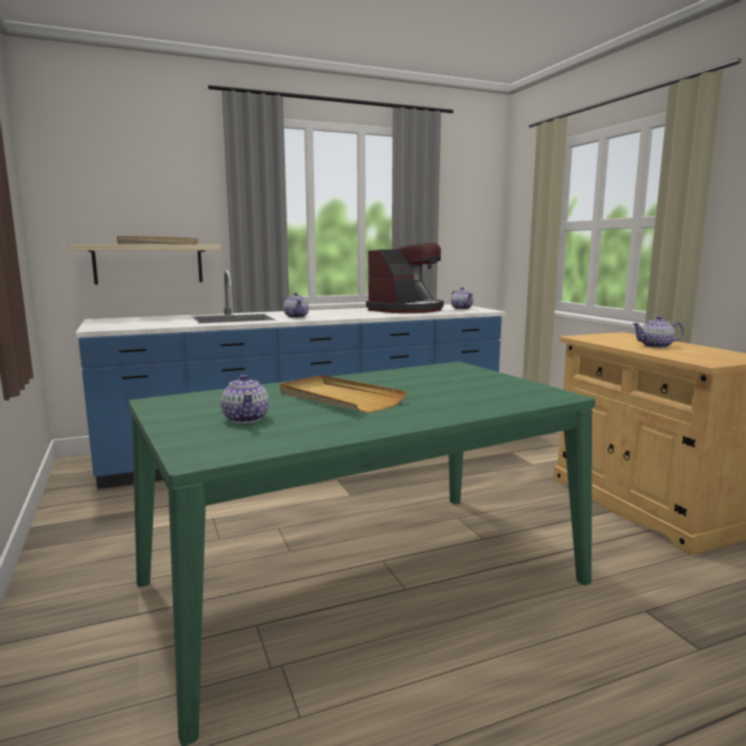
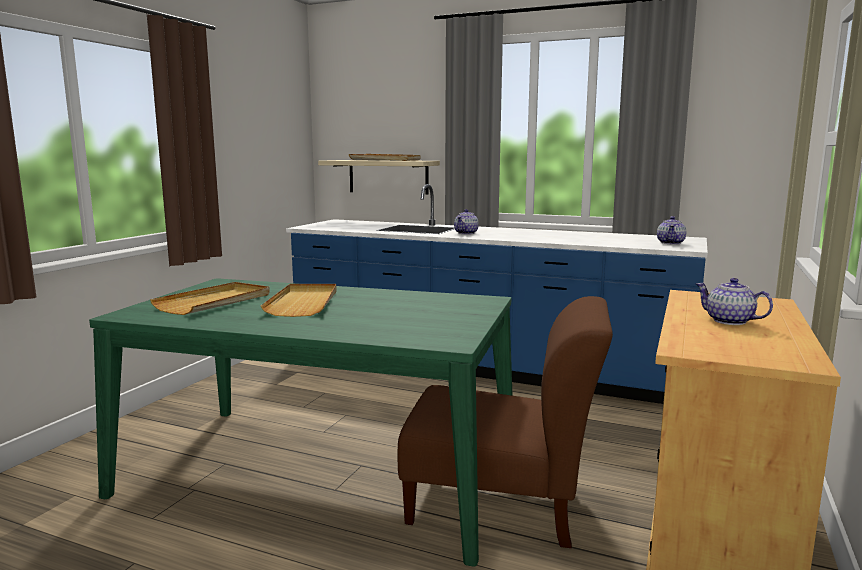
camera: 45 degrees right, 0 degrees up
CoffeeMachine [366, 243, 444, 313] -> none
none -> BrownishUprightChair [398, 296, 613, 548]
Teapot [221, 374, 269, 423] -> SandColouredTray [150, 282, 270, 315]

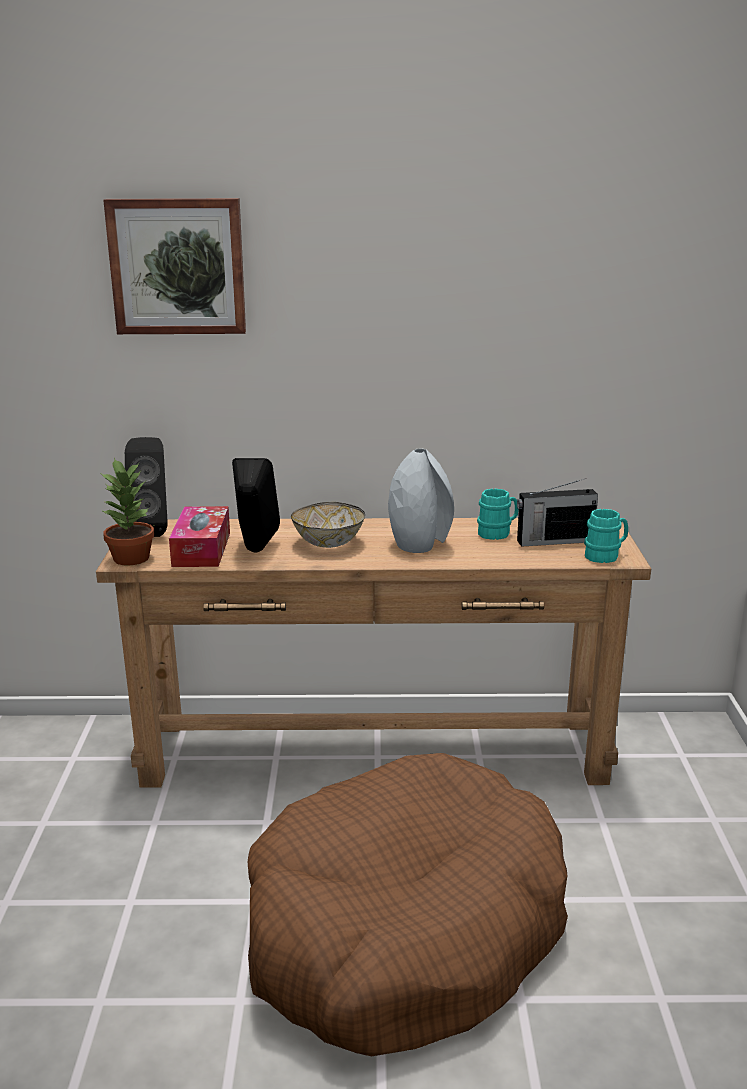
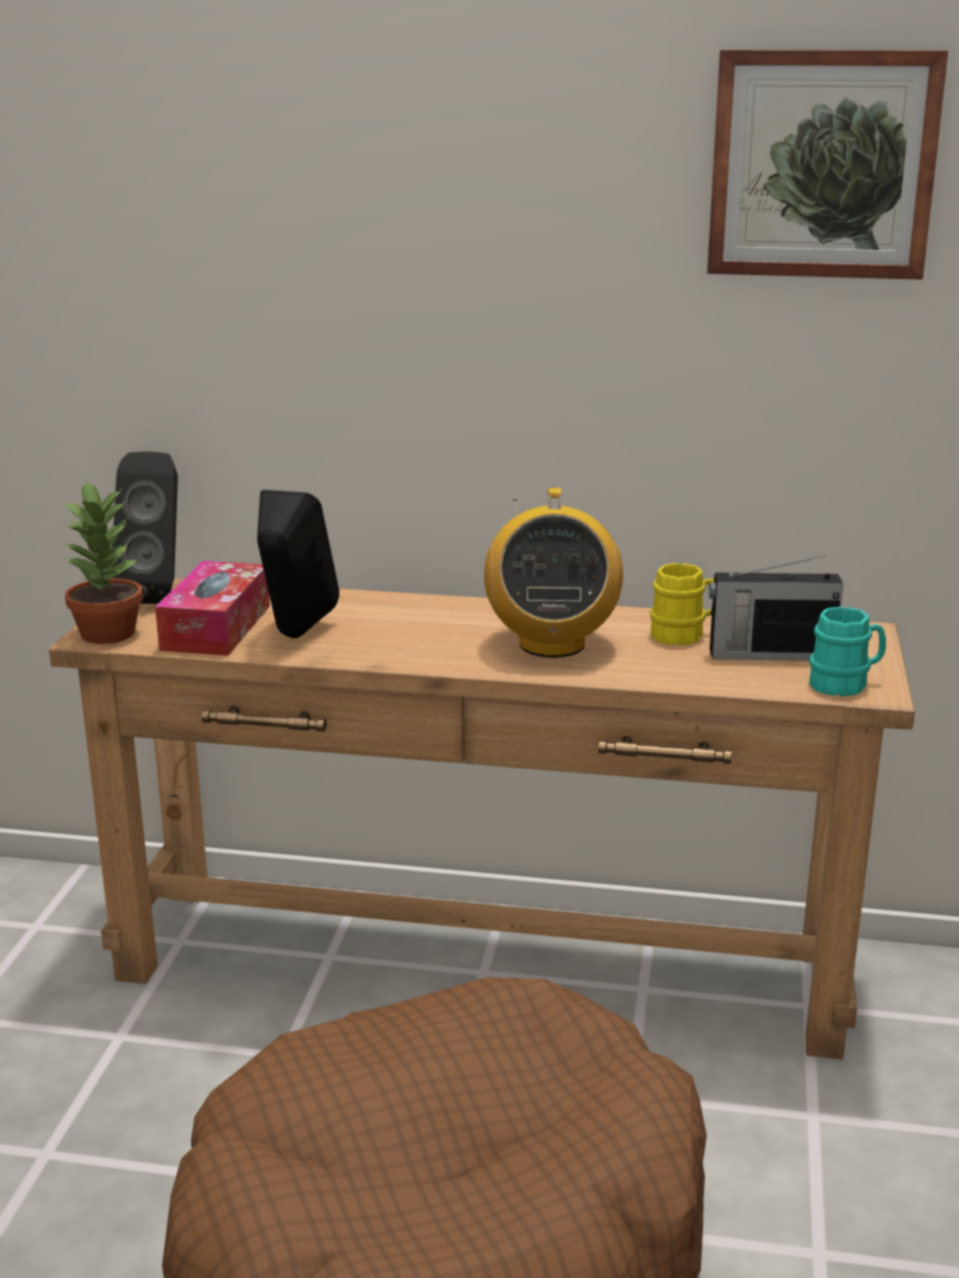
camera: 10 degrees right, 0 degrees up
Bowl [291, 502, 365, 548] -> none
Picture [103, 198, 246, 334] -> Picture [707, 50, 948, 280], move
GreyVase [388, 449, 454, 553] -> RadioSet [484, 488, 623, 658]
TurquoiseMug [477, 489, 519, 540] -> YellowColouredMug [650, 563, 714, 646]

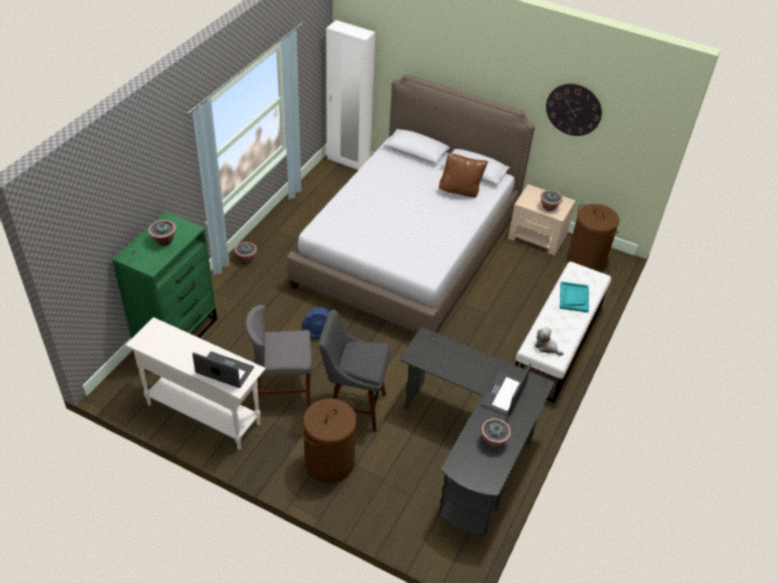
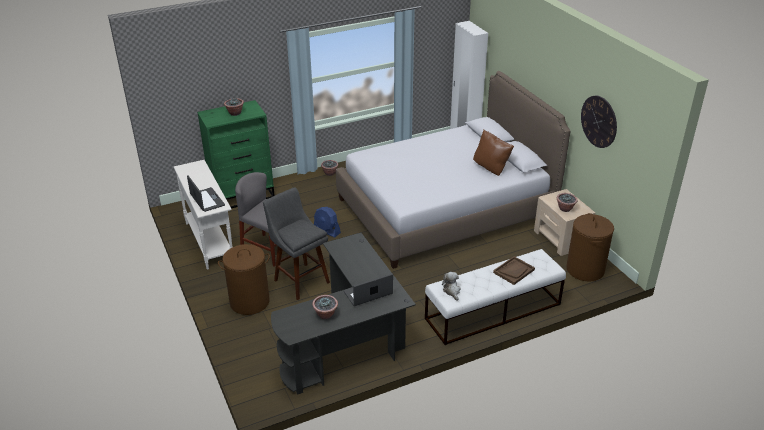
camera: 40 degrees right, 10 degrees down
TurquoiseTray [560, 281, 589, 313] -> BrownishTray [493, 256, 535, 285]

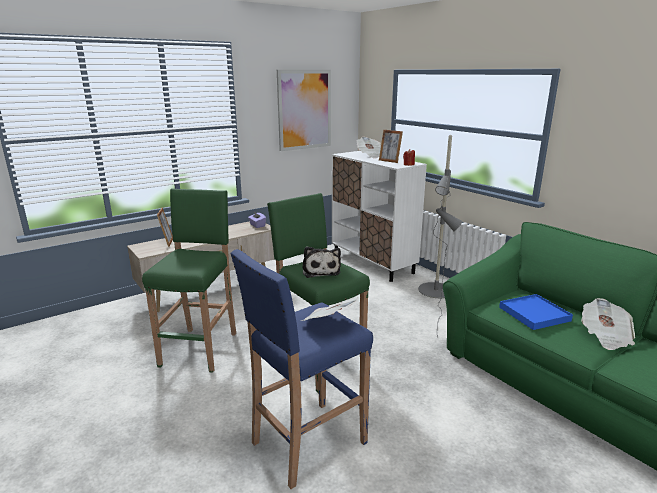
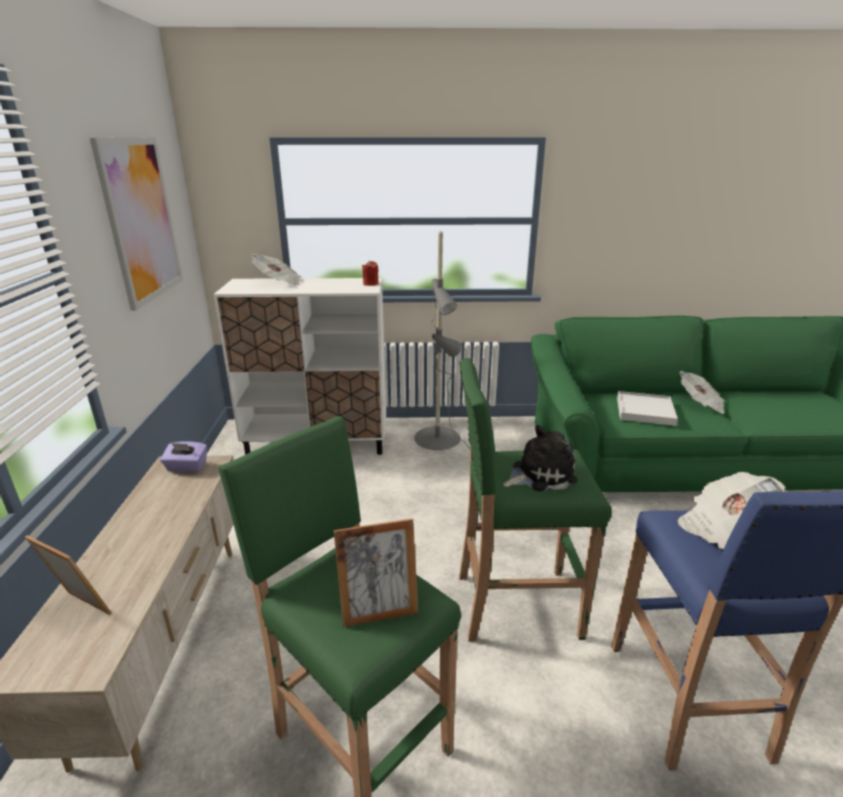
camera: 55 degrees left, 5 degrees up
PhotoFrame [379, 130, 403, 163] -> PhotoFrame [334, 518, 418, 627], move
BlueTray [499, 294, 573, 330] -> WhiteColouredTray [617, 391, 678, 426]
PlushToy [302, 246, 341, 278] -> PlushToy [503, 425, 577, 491], 45 degrees counterclockwise

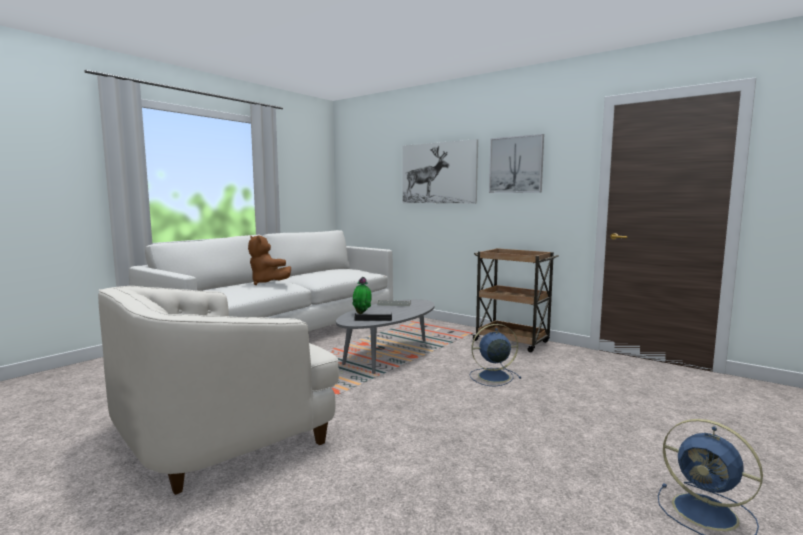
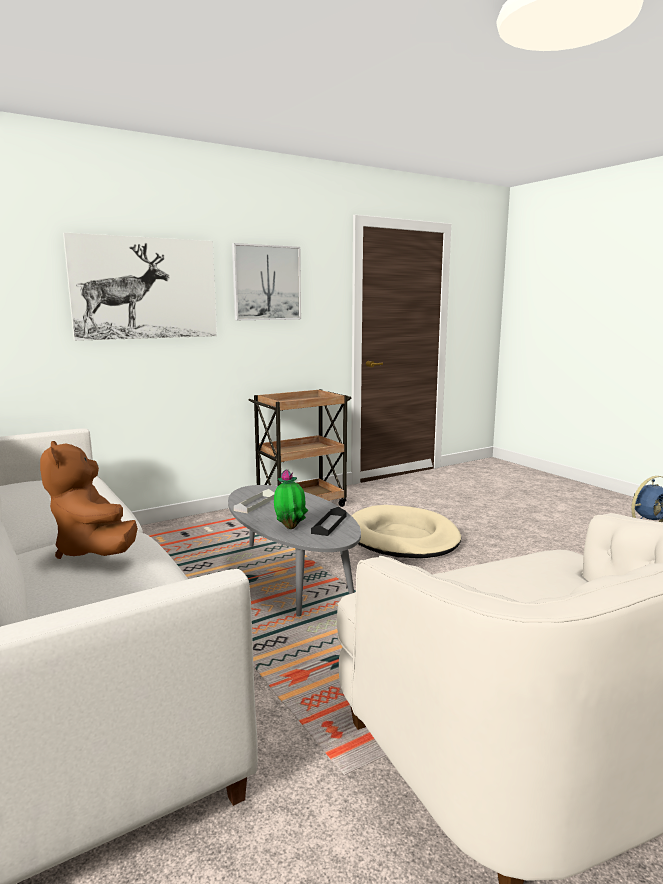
camera: 70 degrees left, 5 degrees up
BlueCoolingFan [470, 324, 521, 387] -> SandColouredDogCushion [352, 505, 461, 558]
BrownishPlushToy [248, 235, 291, 285] -> BrownishPlushToy [40, 441, 138, 559], 90 degrees clockwise

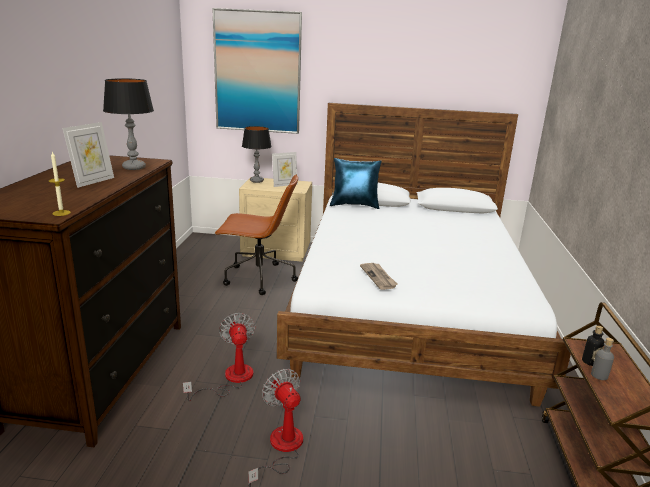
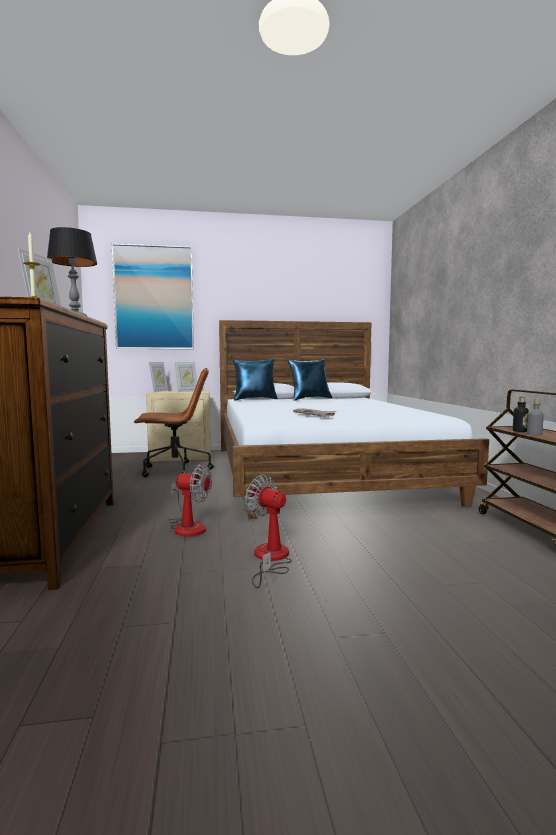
camera: 15 degrees left, 15 degrees down
none -> BluePillow [288, 359, 332, 401]
LampForATable [242, 126, 272, 183] -> PhotoFrame [149, 362, 168, 392]
CoolingFan [183, 313, 255, 401] -> CoolingFan [168, 464, 212, 537], 135 degrees clockwise

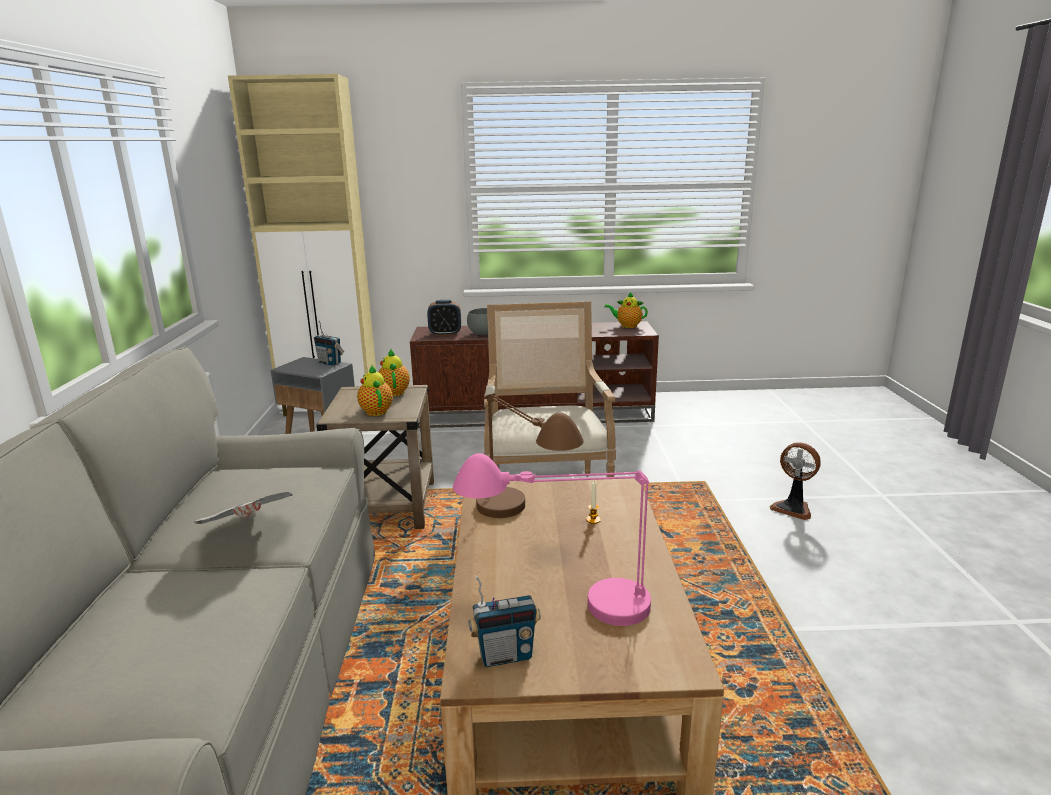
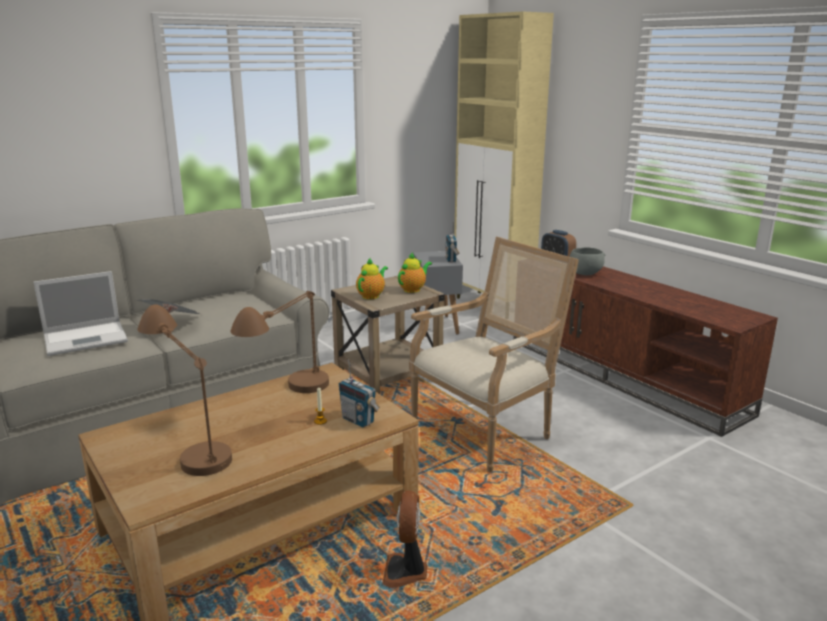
camera: 55 degrees right, 0 degrees up
Teapot [604, 292, 648, 328] -> none
none -> Laptop [34, 271, 128, 356]
RadioSet [469, 576, 541, 667] -> RadioSet [339, 359, 380, 428], move
CoolingFan [770, 442, 821, 520] -> CoolingFan [383, 490, 427, 588], move
PinkColouredLampForATable [453, 453, 651, 626] -> BrownishLampForATable [137, 304, 232, 476]

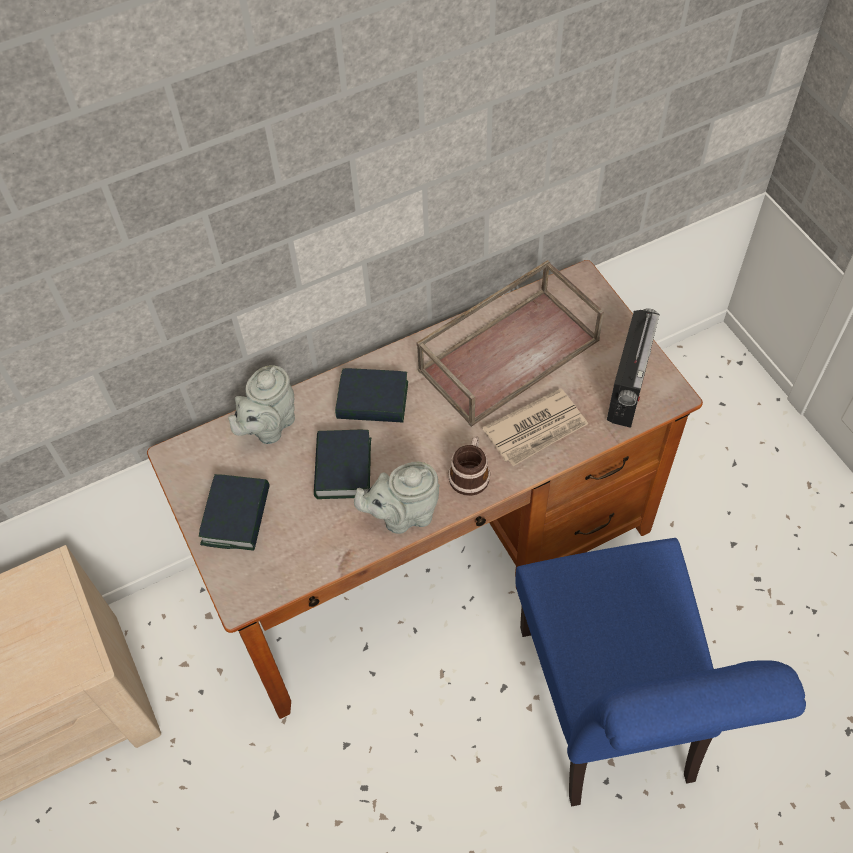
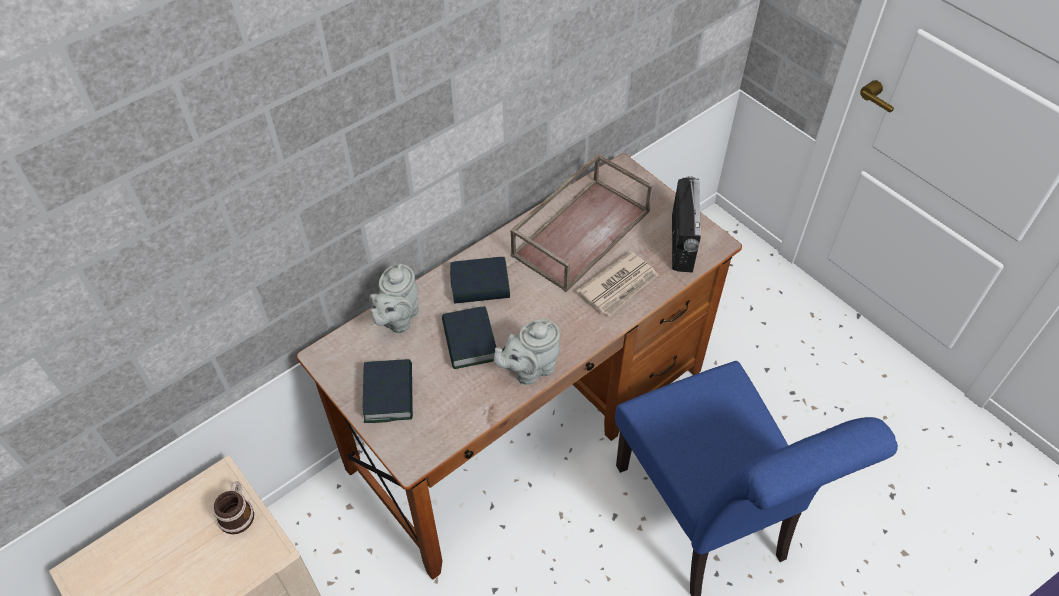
camera: 15 degrees left, 5 degrees down
Mug [448, 436, 490, 496] -> Mug [213, 481, 254, 535], move

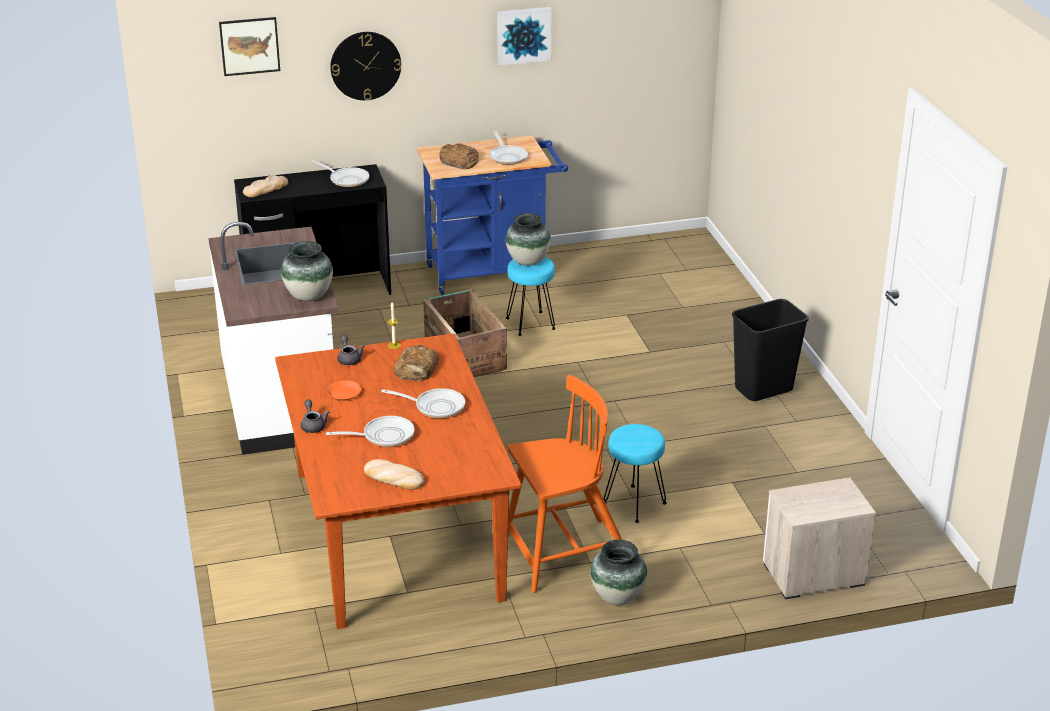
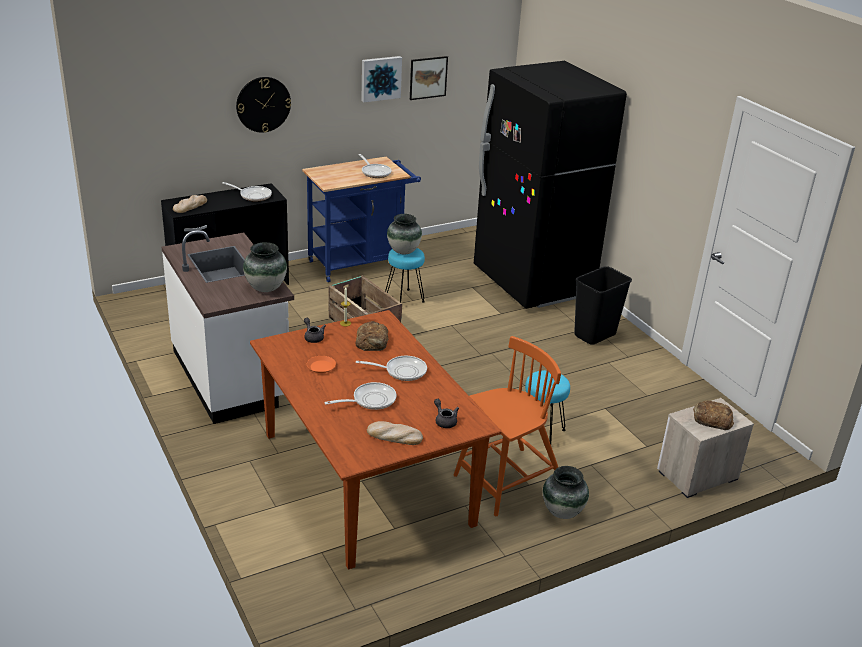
camera: 15 degrees left, 0 degrees up
none -> BlackKitchenFridge [474, 61, 627, 309]
Picture [219, 17, 280, 76] -> Picture [410, 56, 448, 100], move
GreyTeapot [301, 399, 330, 433] -> GreyTeapot [434, 399, 459, 428], move
Bread [439, 143, 479, 169] -> Bread [693, 400, 734, 430], move

